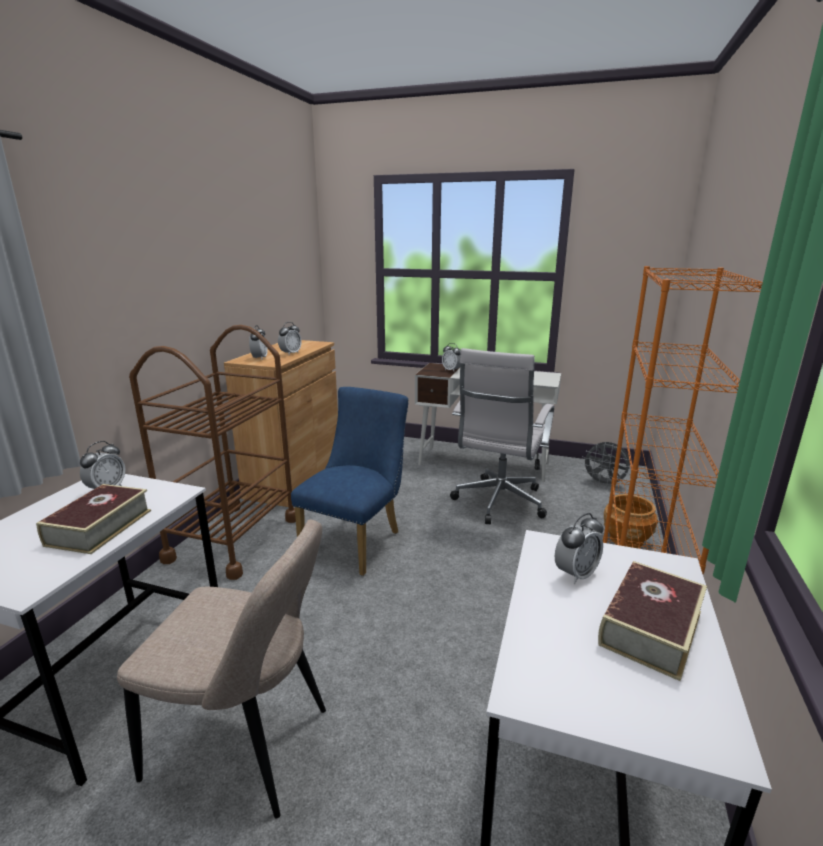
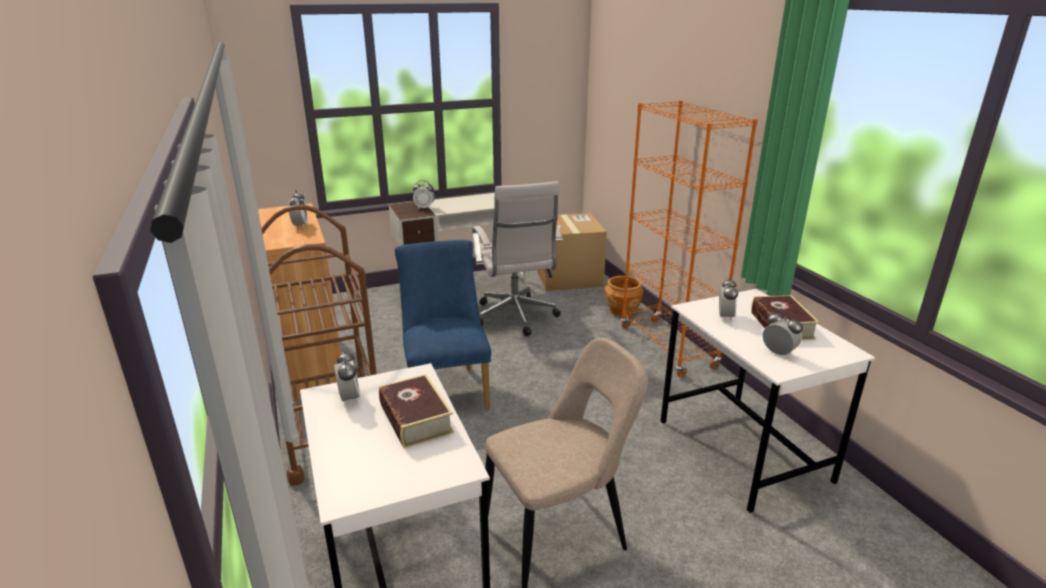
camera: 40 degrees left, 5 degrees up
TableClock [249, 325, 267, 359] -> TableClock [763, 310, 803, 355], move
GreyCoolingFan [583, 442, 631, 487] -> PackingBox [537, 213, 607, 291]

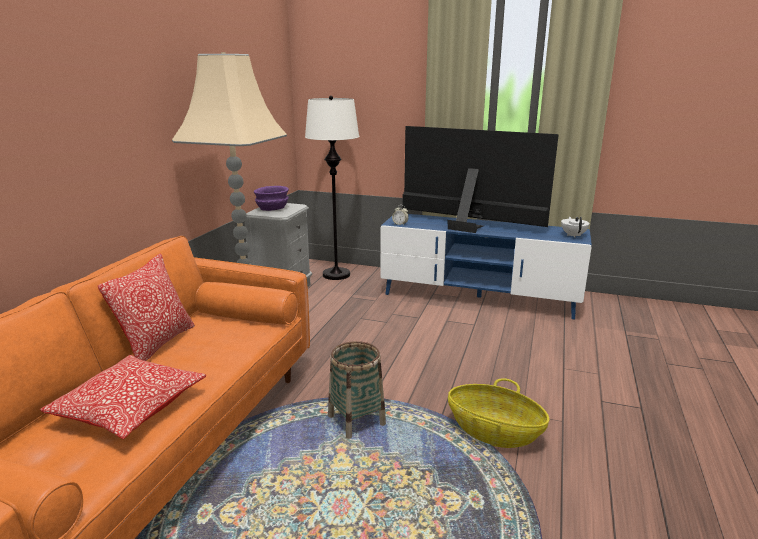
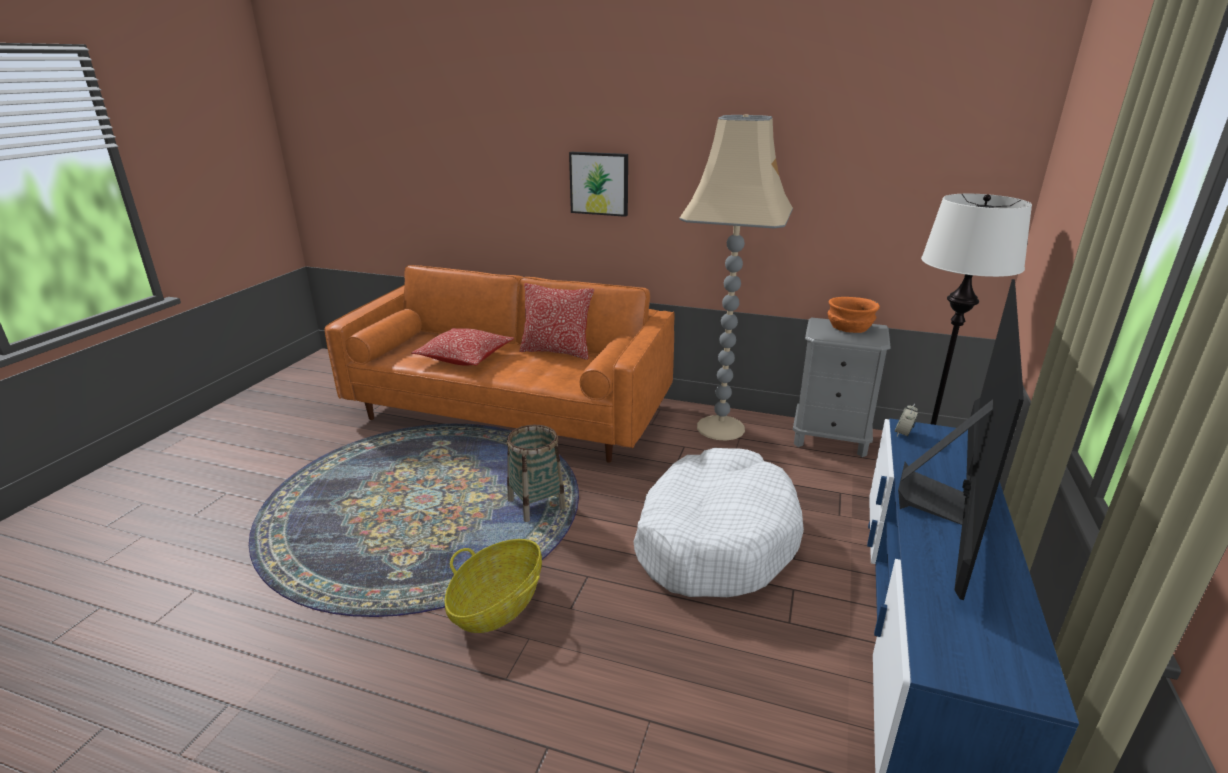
camera: 90 degrees right, 5 degrees up
WhiteColouredTeapot [561, 217, 589, 238] -> none
none -> Picture [569, 152, 628, 217]
none -> WhiteColouredDogCushion [634, 448, 804, 597]
PurplishBowl [254, 186, 289, 211] -> OrangeColouredBowl [827, 297, 880, 333]

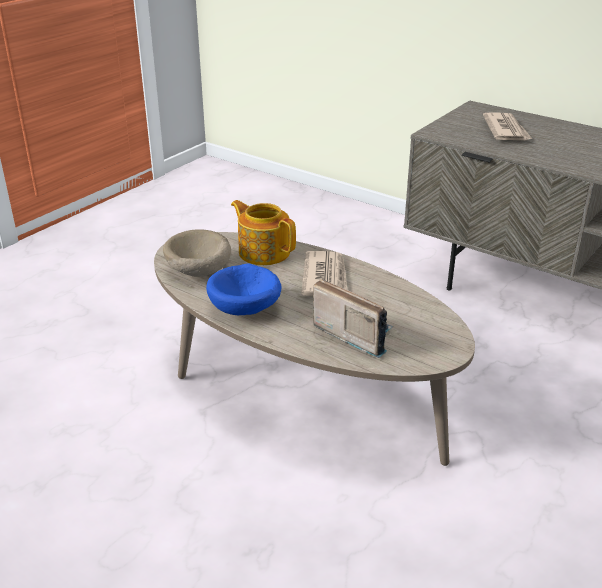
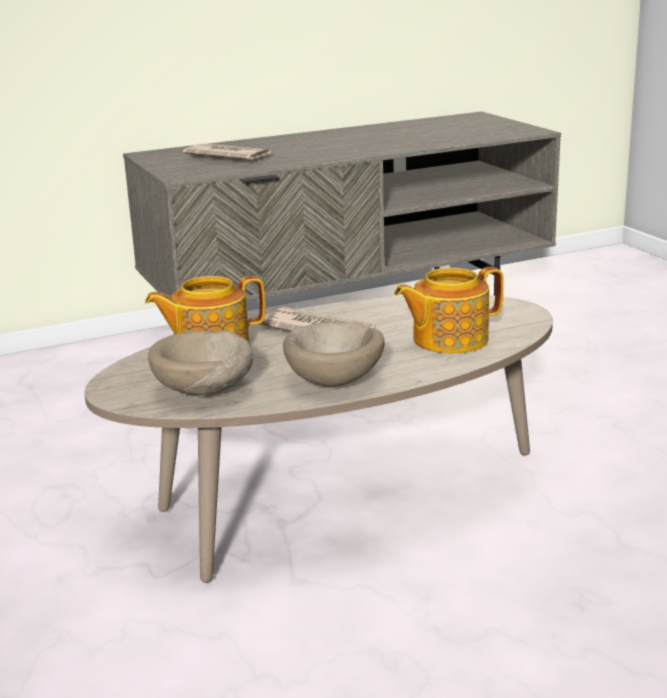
camera: 60 degrees left, 10 degrees down
RadioSet [313, 279, 393, 358] -> Teapot [394, 267, 503, 354]
BlueBowl [206, 264, 282, 316] -> SandColouredBowl [283, 322, 384, 387]

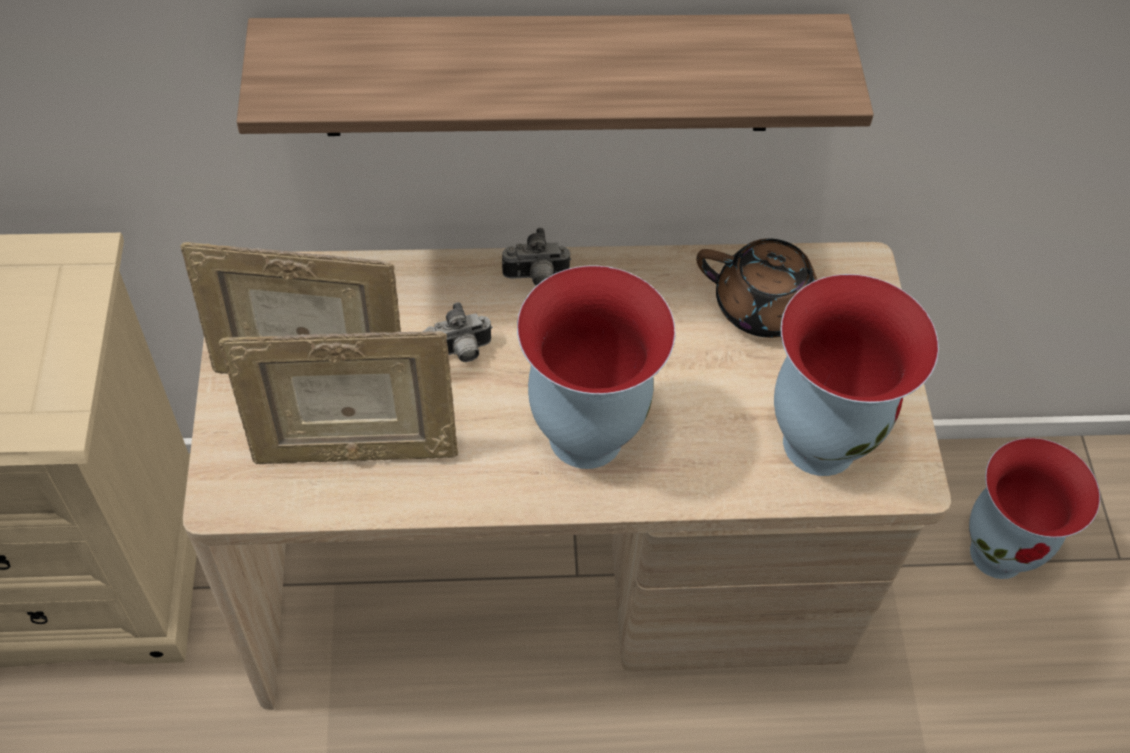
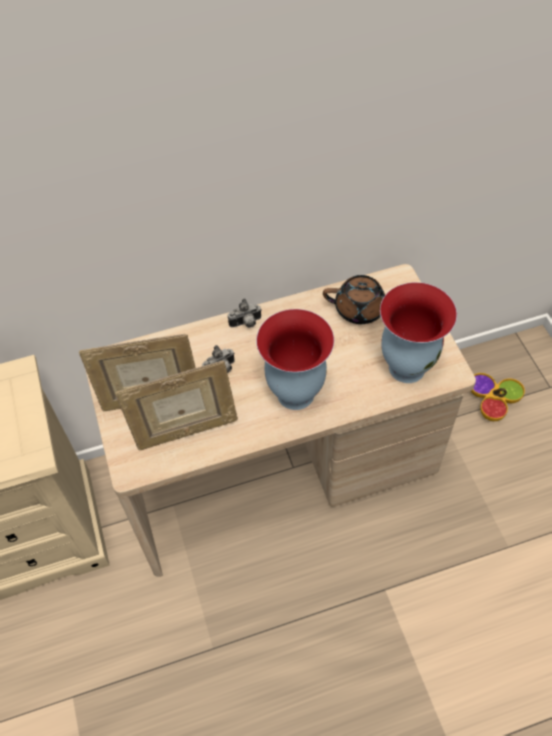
camera: 10 degrees left, 0 degrees up
BracketShelf [237, 14, 874, 136] -> none
Vase [969, 438, 1100, 579] -> Bowl [471, 373, 525, 421]

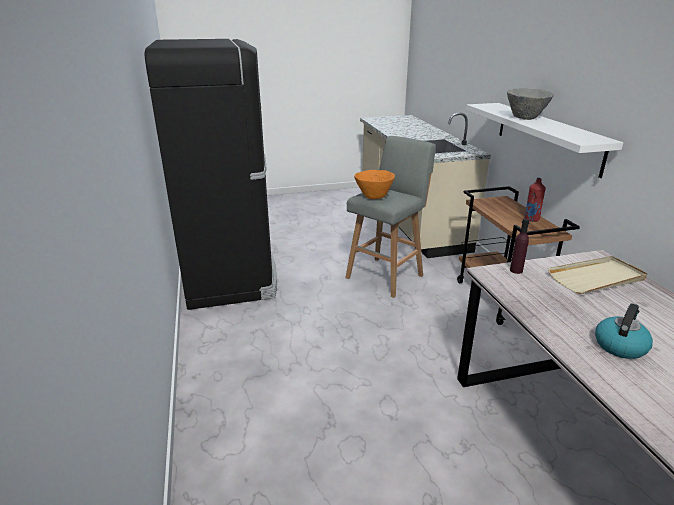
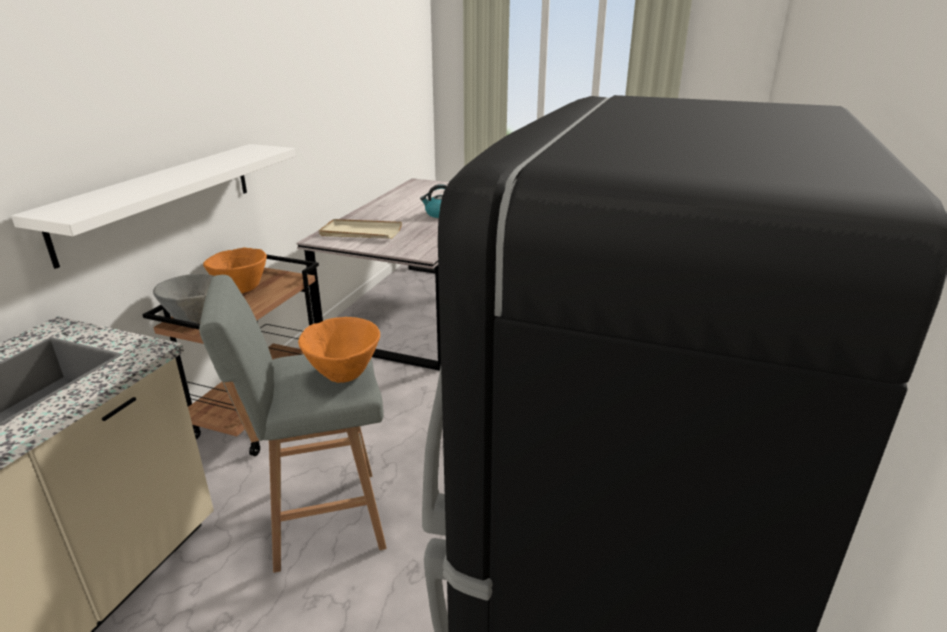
camera: 145 degrees left, 0 degrees up
PurplishBeverageBottle [510, 219, 529, 274] -> none
GreyBowl [507, 89, 554, 120] -> GreyBowl [153, 274, 214, 324], move
RedColouredBeverageBottle [525, 178, 546, 222] -> OrangeColouredBowl [203, 248, 267, 293]

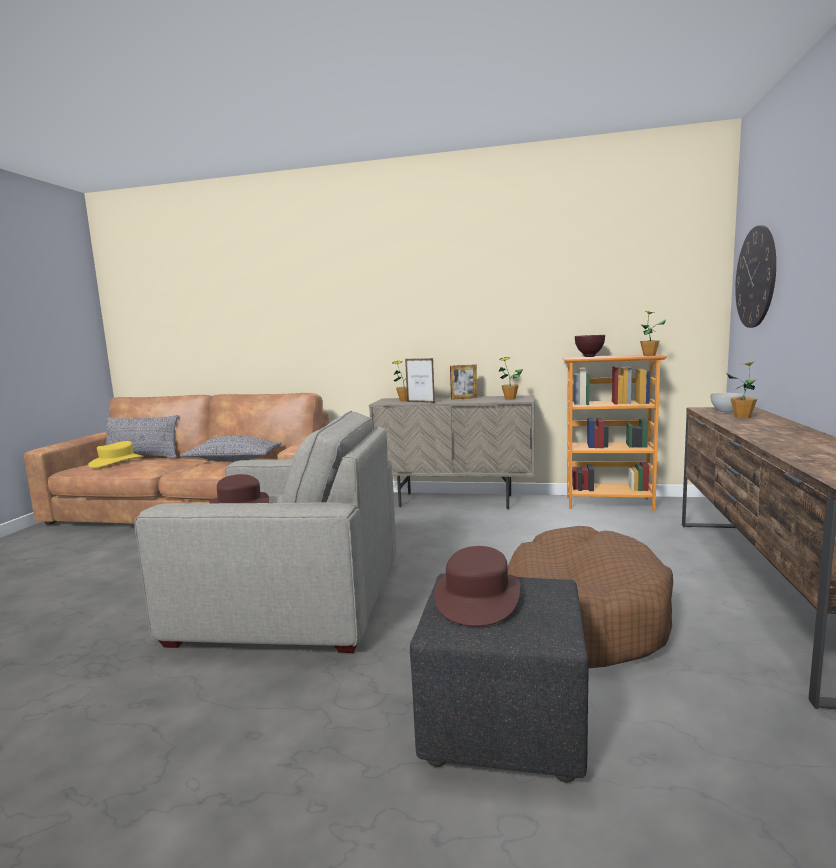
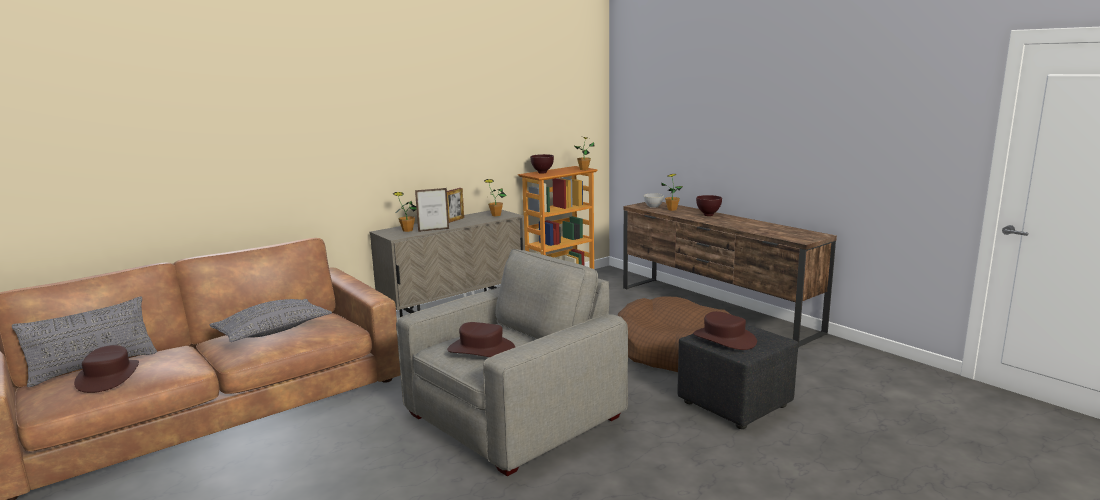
camera: 50 degrees left, 5 degrees up
HangingClock [735, 225, 776, 328] -> none
none -> BrownishBowl [696, 195, 722, 216]
YellowColouredHat [88, 441, 144, 468] -> BrownishHat [74, 345, 139, 393]

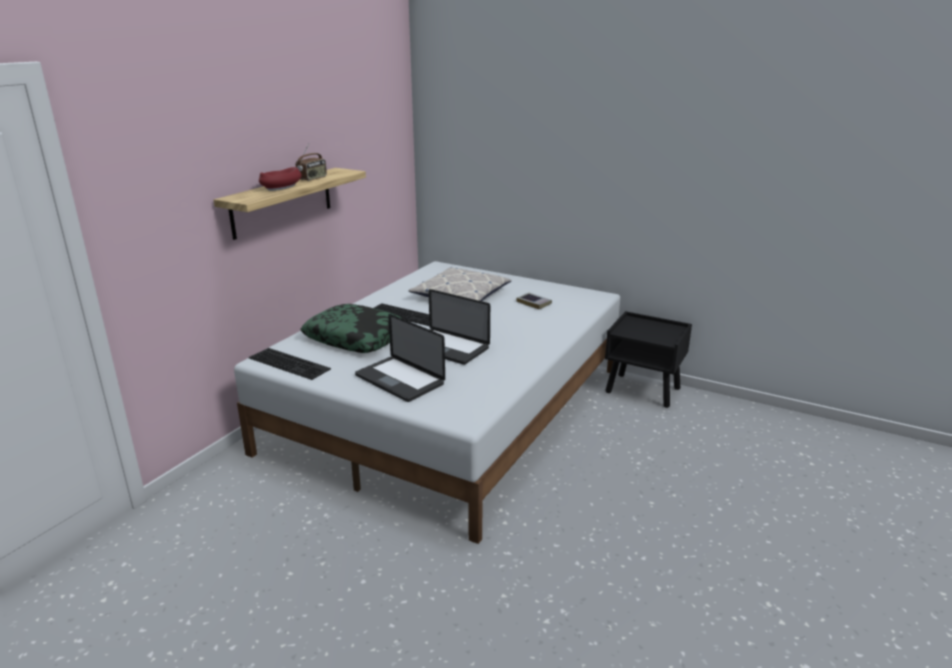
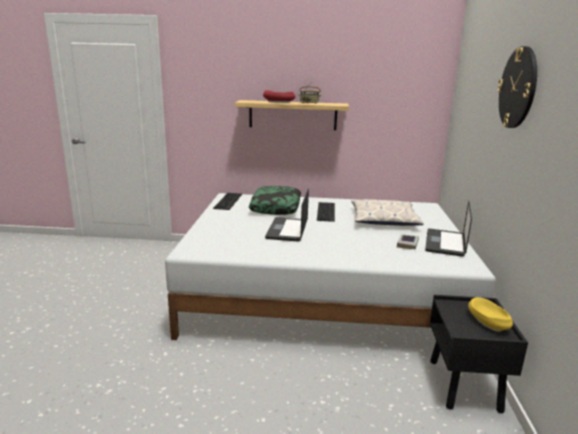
camera: 65 degrees right, 5 degrees down
none -> YellowColouredBowl [468, 297, 513, 332]
none -> HangingClock [497, 46, 537, 128]
Laptop [355, 314, 445, 402] -> Laptop [425, 201, 472, 257], move

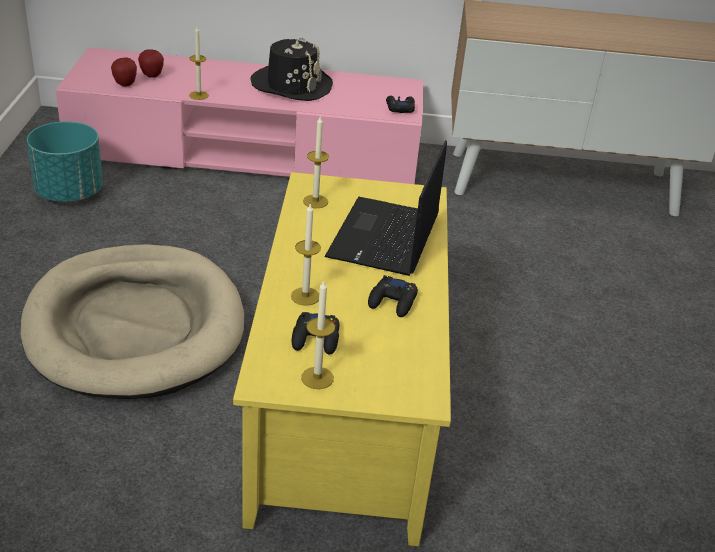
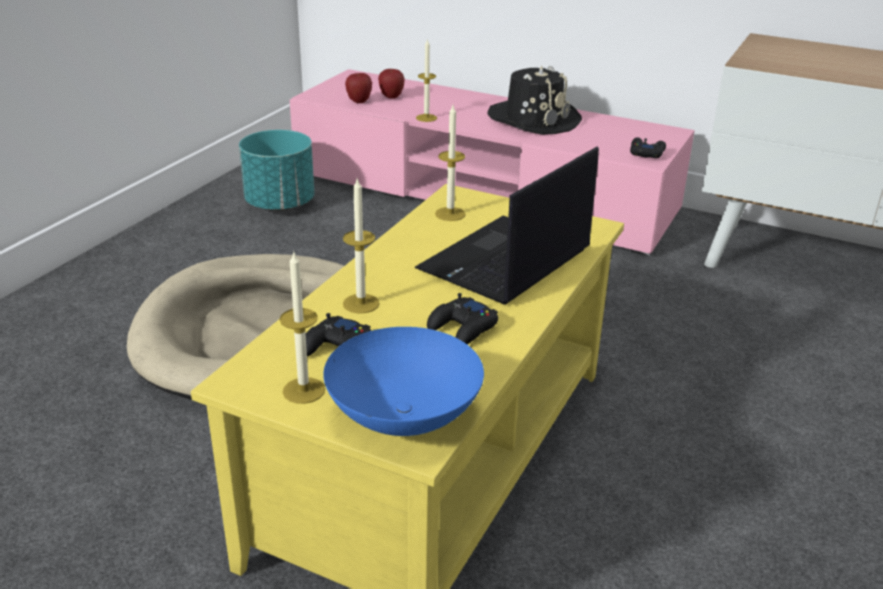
camera: 25 degrees right, 5 degrees down
none -> BlueBowl [323, 327, 484, 436]

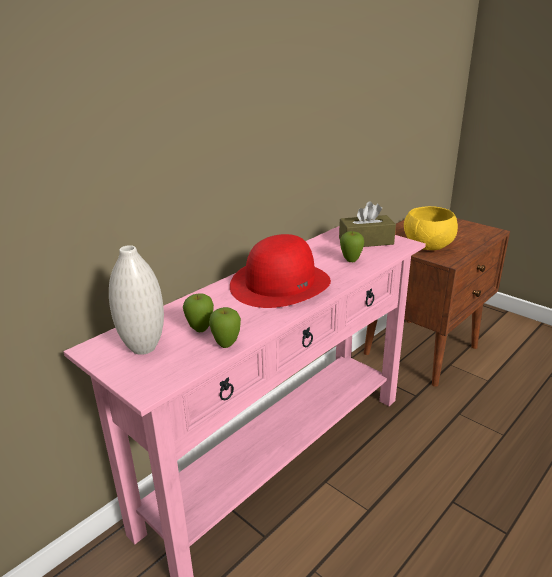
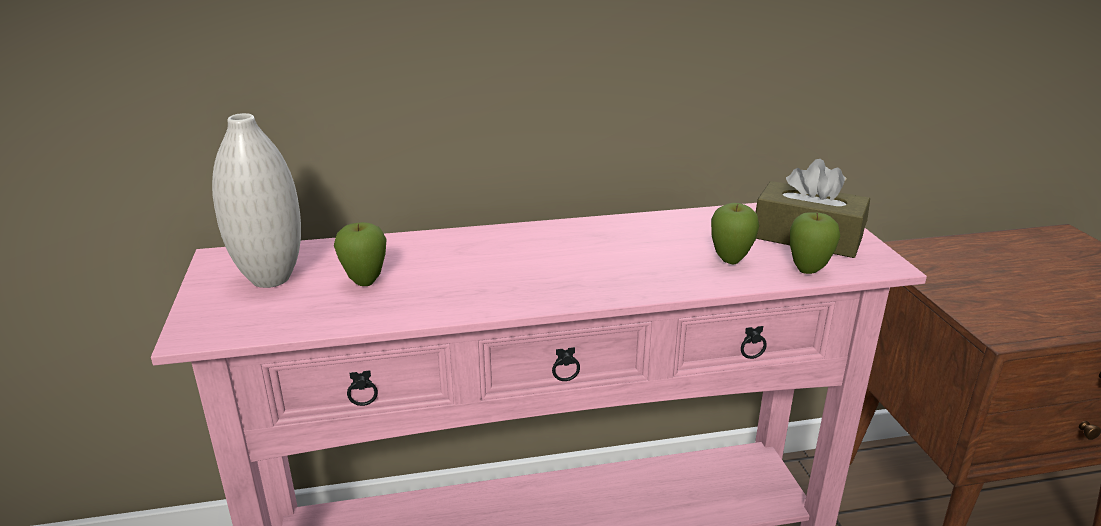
camera: 35 degrees right, 0 degrees up
RedColouredHat [230, 234, 331, 308] -> none
YellowColouredBowl [404, 206, 458, 250] -> none
Apple [209, 307, 241, 348] -> Apple [790, 212, 840, 274], move

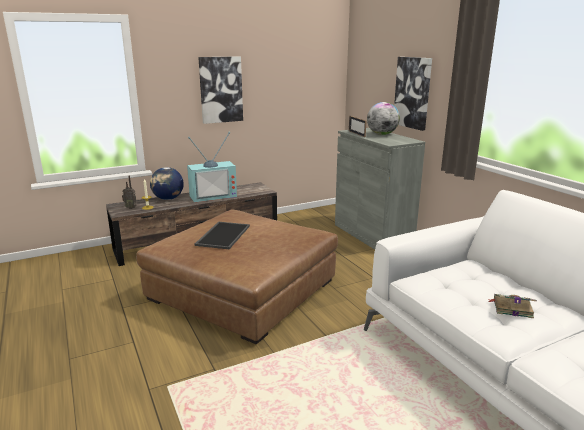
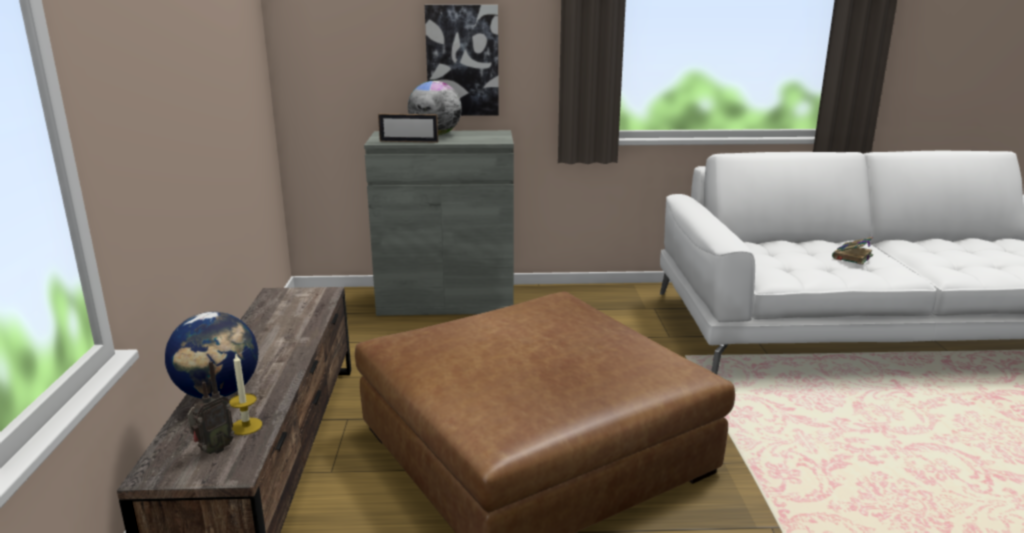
camera: 65 degrees left, 0 degrees up
Tv [187, 132, 237, 202] -> none
Tray [195, 222, 250, 249] -> none
Picture [198, 56, 243, 124] -> none

